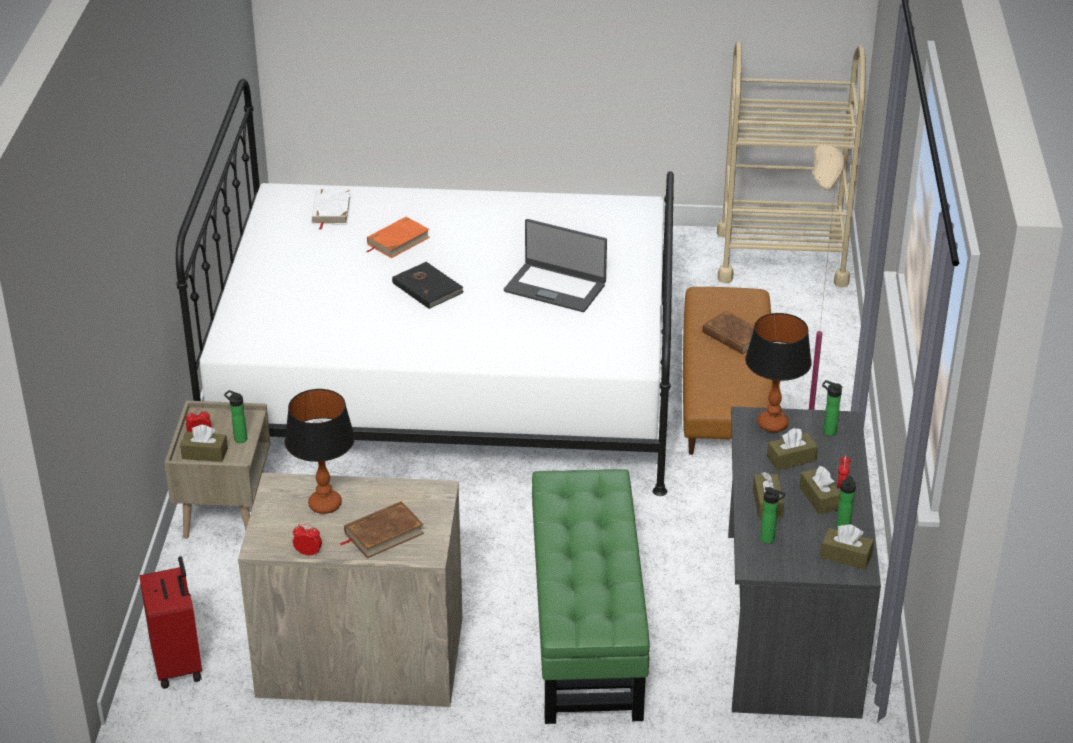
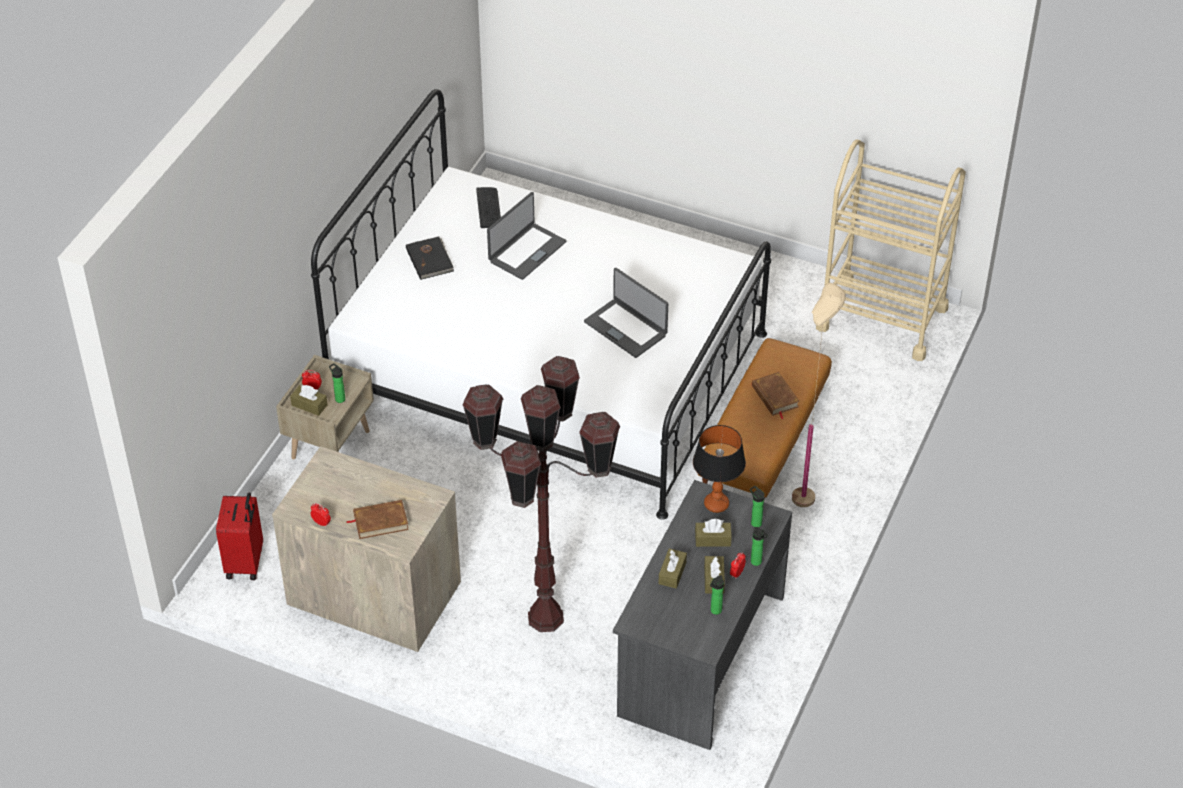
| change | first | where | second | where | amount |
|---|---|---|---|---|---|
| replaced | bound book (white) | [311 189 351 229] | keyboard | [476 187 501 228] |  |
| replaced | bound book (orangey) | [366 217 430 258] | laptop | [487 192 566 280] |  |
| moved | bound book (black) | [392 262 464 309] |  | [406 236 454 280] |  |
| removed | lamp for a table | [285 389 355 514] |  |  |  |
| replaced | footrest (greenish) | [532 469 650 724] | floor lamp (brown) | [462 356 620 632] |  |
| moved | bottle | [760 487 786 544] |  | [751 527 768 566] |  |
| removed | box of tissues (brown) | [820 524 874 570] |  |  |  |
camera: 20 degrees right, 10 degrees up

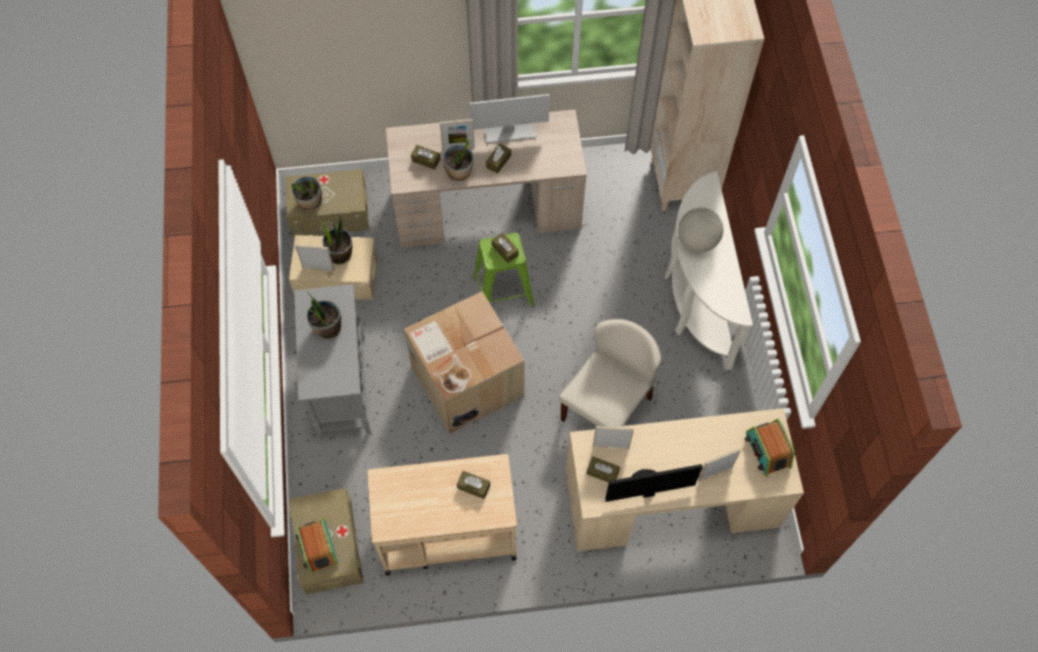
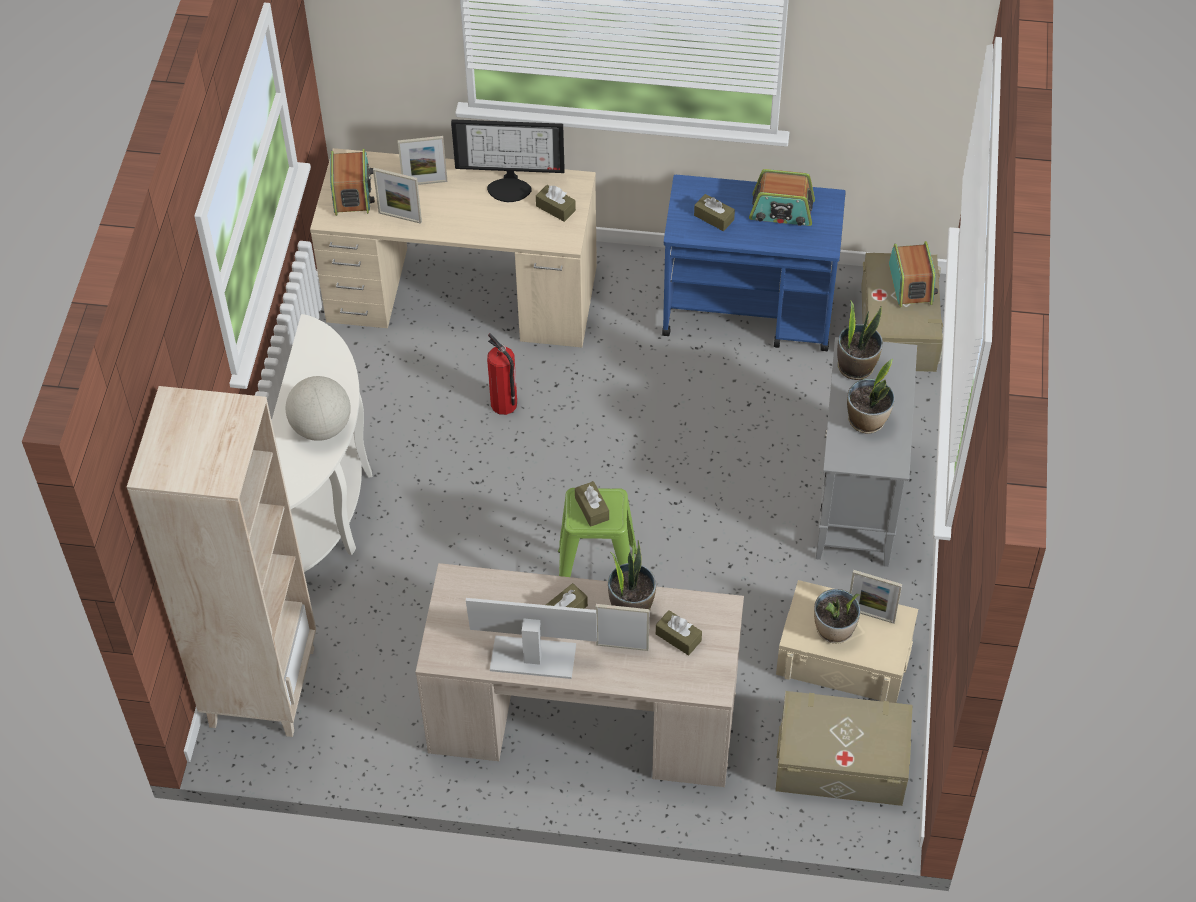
| change | first | where | second | where | amount |
|---|---|---|---|---|---|
| moved | houseplant | [291 176 322 211] |  | [837 300 883 380] |  |
| removed | cardboard box | [404 291 525 434] |  |  |  |
| replaced | upright chair (beige) | [559 319 661 427] | extinguisher | [487 333 517 415] |  |
| moved | picture frame | [593 426 634 449] |  | [373 168 422 224] |  |
| recoloured | trolley (beige) | [367 454 517 575] | trolley (bluish) | [662 175 846 351] |  |
| added |  |  | radio set | [749 169 815 226] |  |
camera: 165 degrees left, 10 degrees down

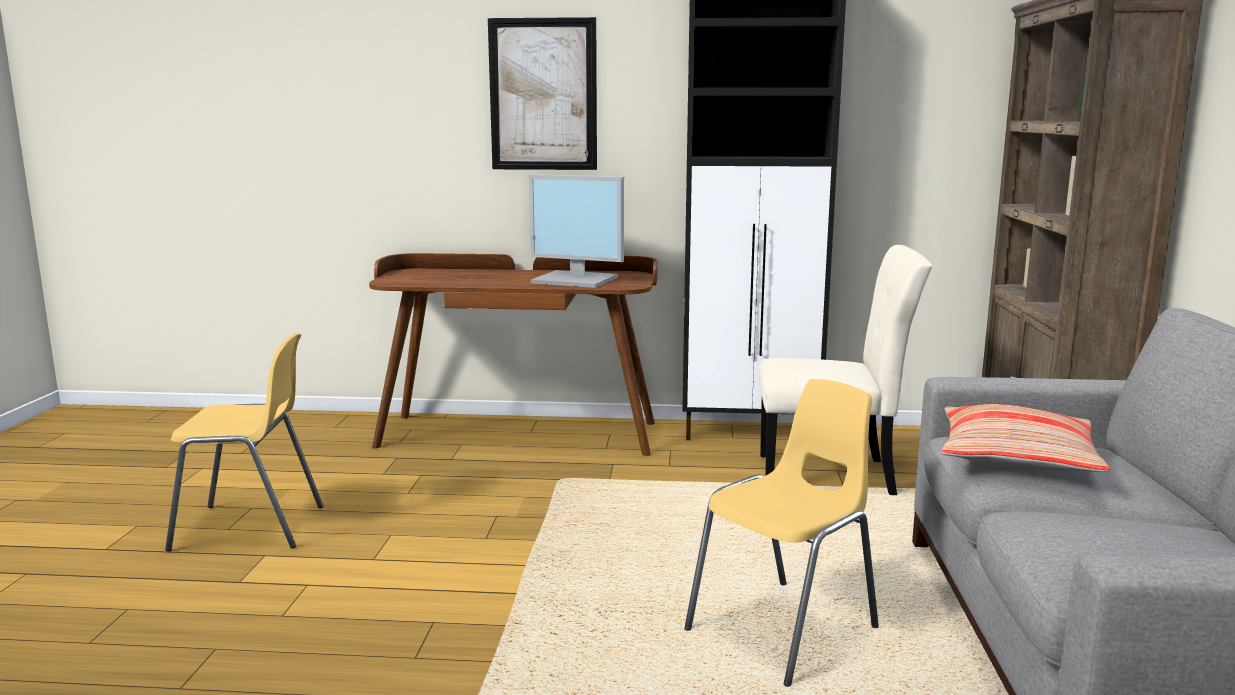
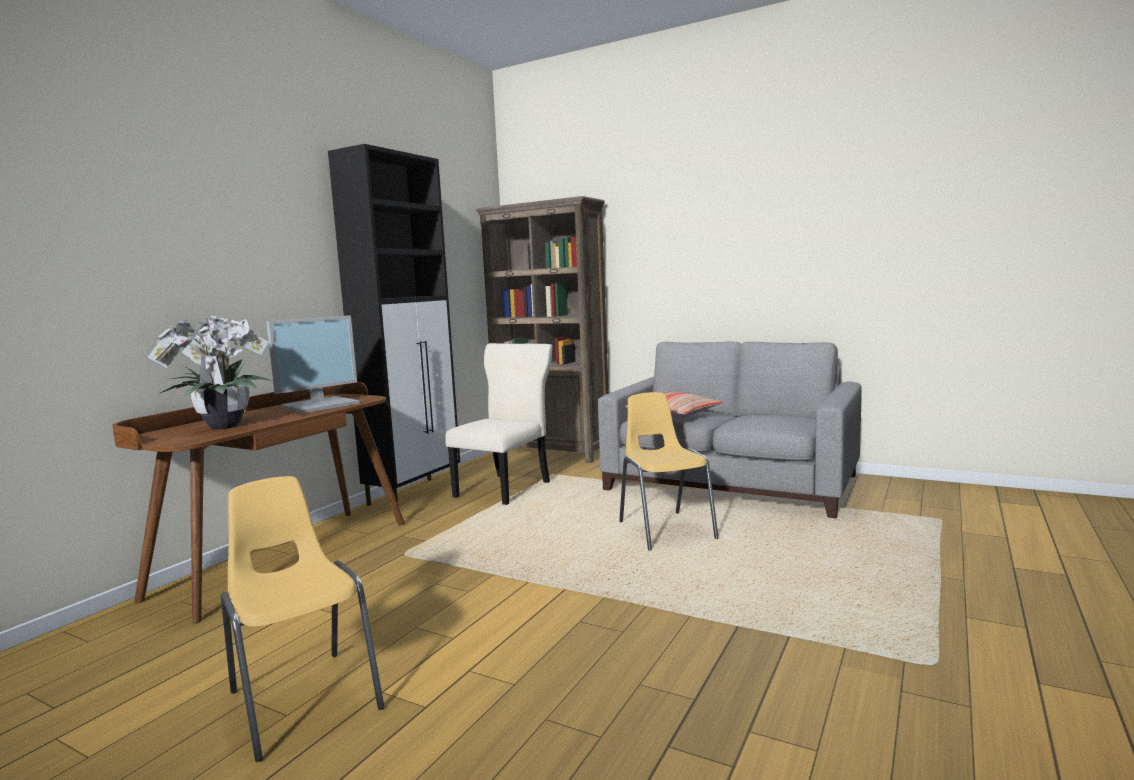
| change | first | where | second | where | amount |
|---|---|---|---|---|---|
| removed | wall picture | [488 17 597 170] |  |  |  |
| turned | upright chair (yellowish) | [165 333 323 552] |  | [221 476 384 762] | 60 degrees counterclockwise |
| added |  |  | houseplant | [147 315 272 429] |  |
camera: 65 degrees left, 5 degrees down

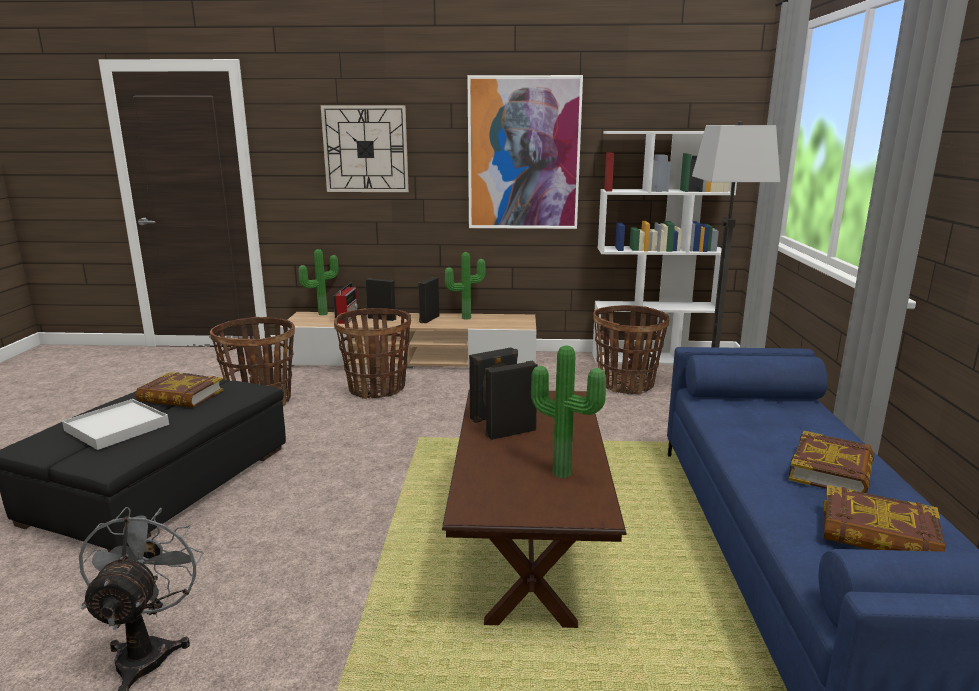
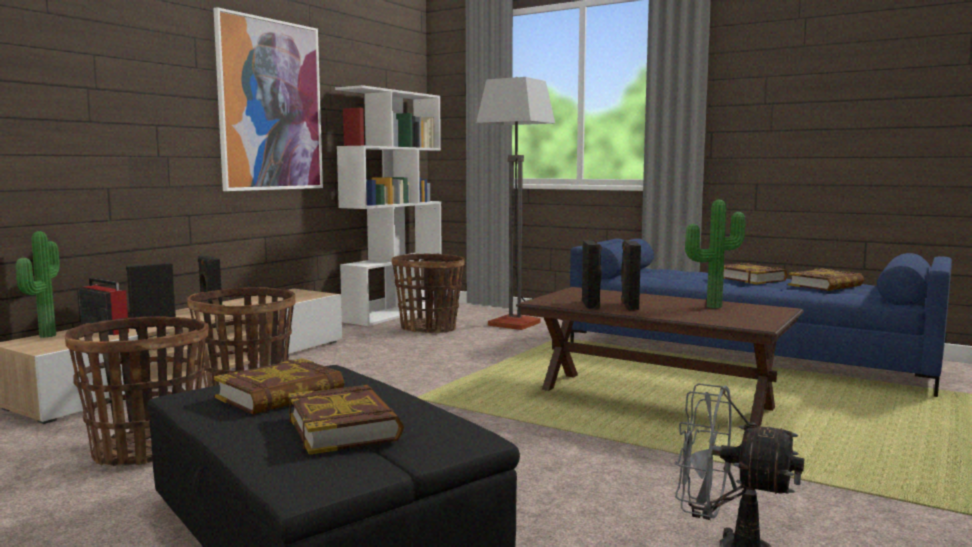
| change | first | where | second | where | amount |
|---|---|---|---|---|---|
| removed | hanging clock | [321 105 409 192] |  |  |  |
| removed | houseplant | [445 252 486 320] |  |  |  |
| replaced | serving tray (white) | [62 399 169 450] | bound book | [288 385 404 455] |  |
camera: 60 degrees left, 10 degrees down

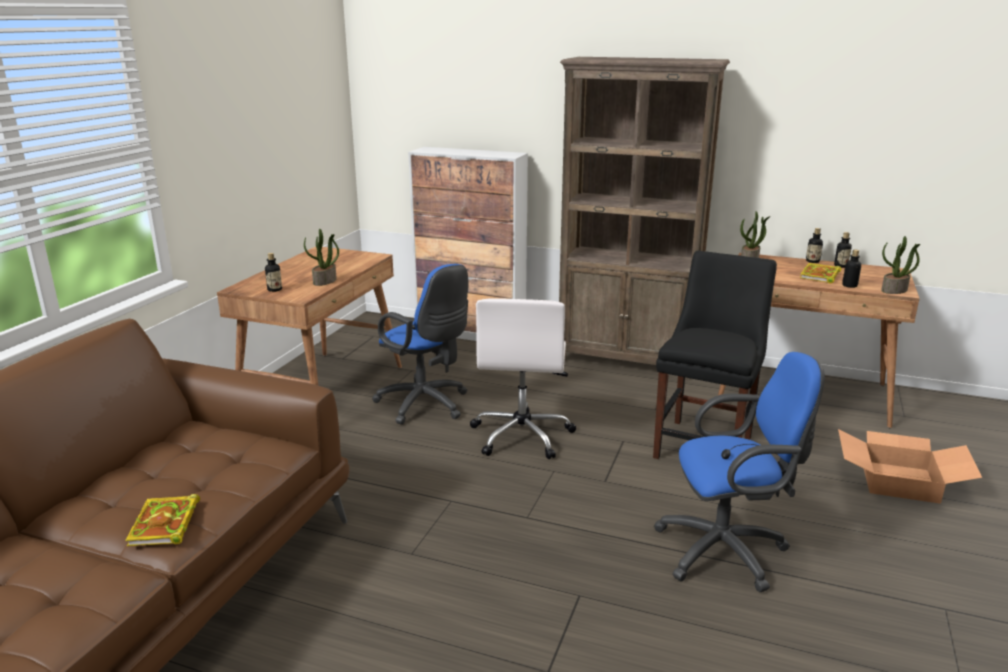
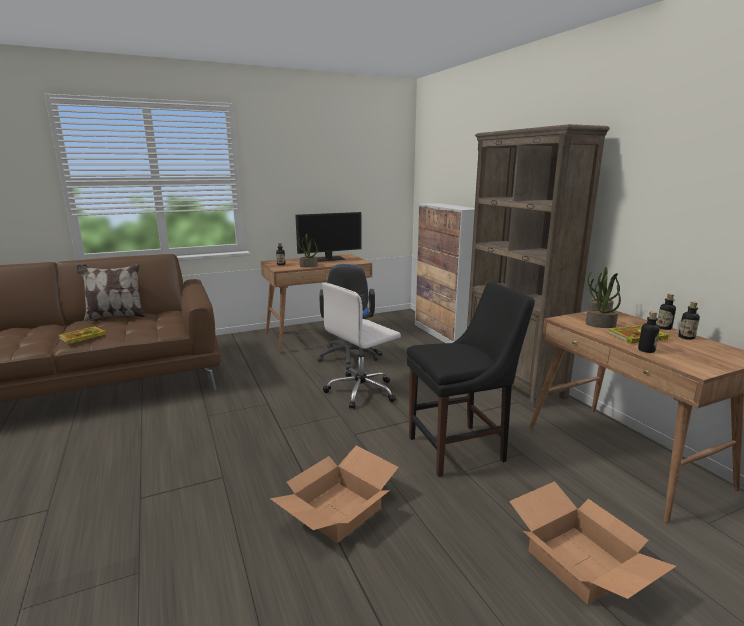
| change | first | where | second | where | amount |
|---|---|---|---|---|---|
| moved | houseplant | [881 236 920 294] |  | [586 275 621 328] |  |
| replaced | desk chair (bluish) | [654 352 825 592] | cardboard box | [270 445 399 543] |  |
| added |  |  | computer screen | [295 212 362 262] |  |
| added |  |  | throw pillow | [77 263 145 322] |  |
camera: 45 degrees right, 5 degrees down

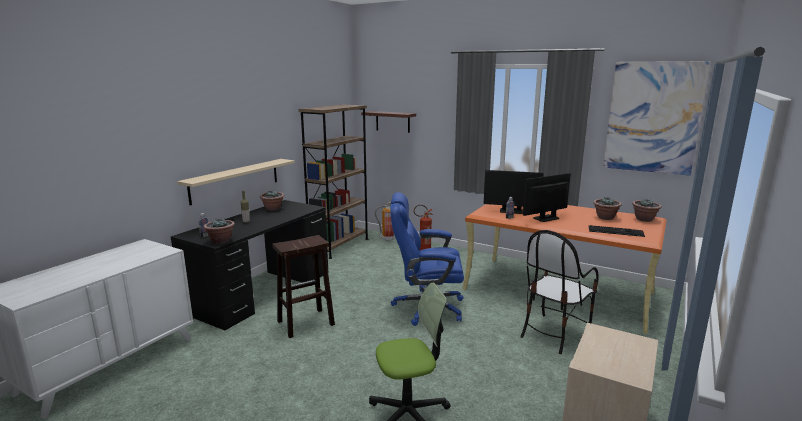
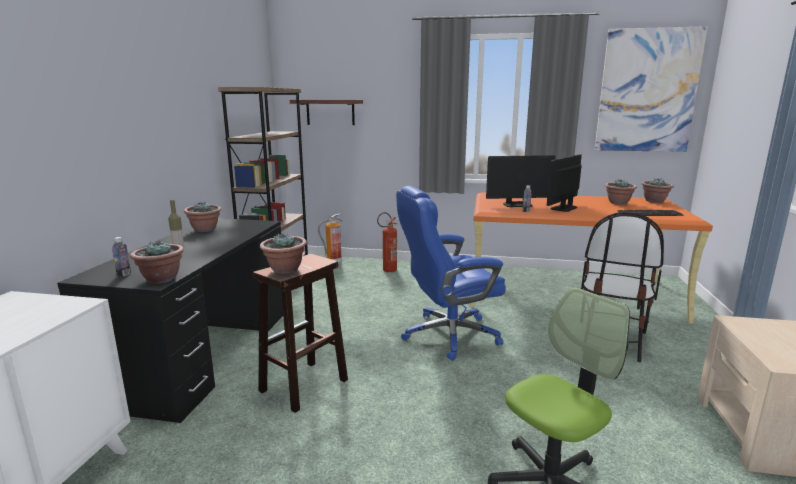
| change | first | where | second | where | amount |
|---|---|---|---|---|---|
| removed | bracket shelf (beige) | [177 159 295 205] |  |  |  |
| added |  |  | houseplant | [260 234 307 274] |  |
camera: 20 degrees left, 0 degrees up

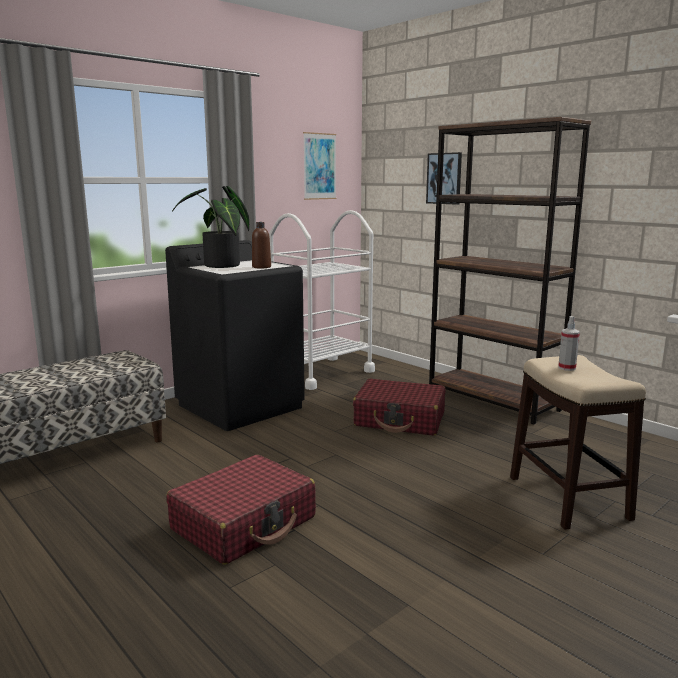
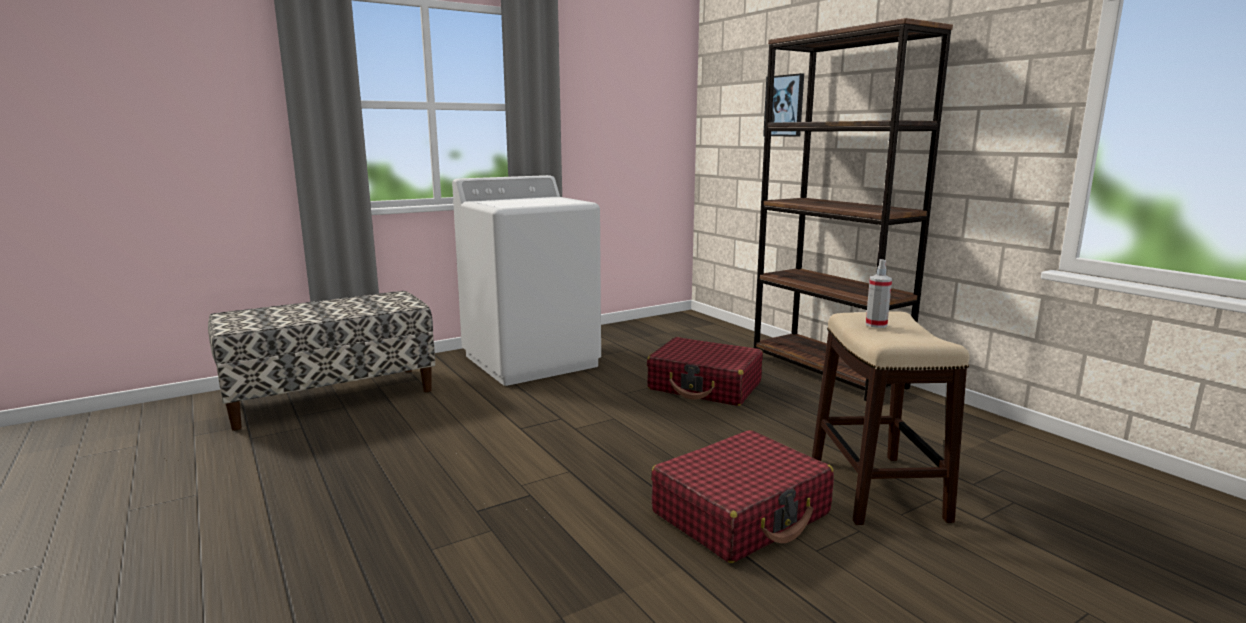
| change | first | where | second | where | amount |
|---|---|---|---|---|---|
| removed | wall picture | [303 132 336 200] |  |  |  |
| removed | houseplant | [172 186 249 268] |  |  |  |
| removed | trolley (white) | [269 210 375 390] |  |  |  |
| removed | bottle (brown) | [252 222 271 269] |  |  |  |
| recoloured | laundry appliance (black) | [165 240 305 431] | laundry appliance (white) | [452 175 601 386] |  |
| moved | travel case (reddish) | [166 455 316 565] |  | [651 430 834 563] |  |
camera: 10 degrees right, 0 degrees up

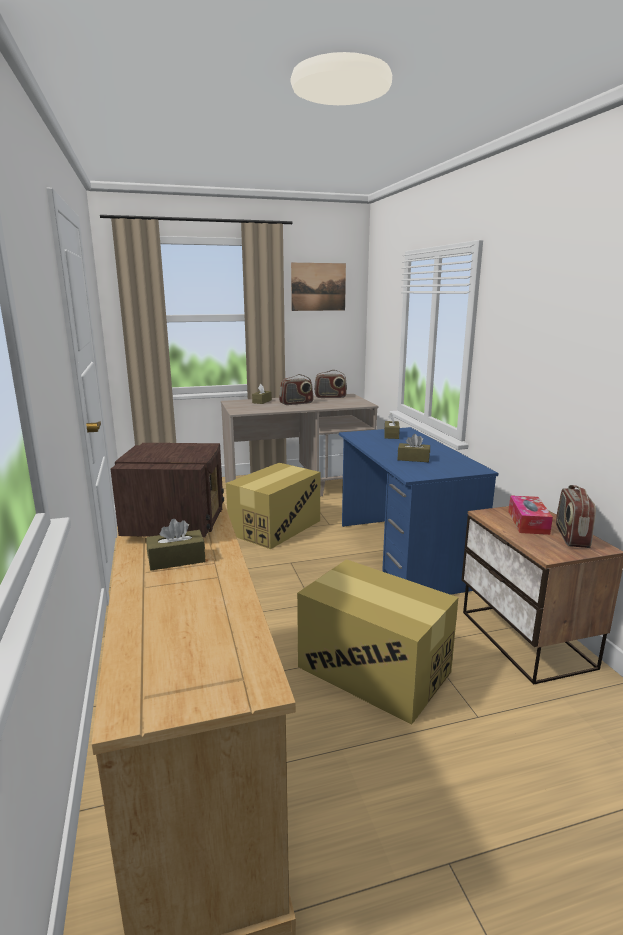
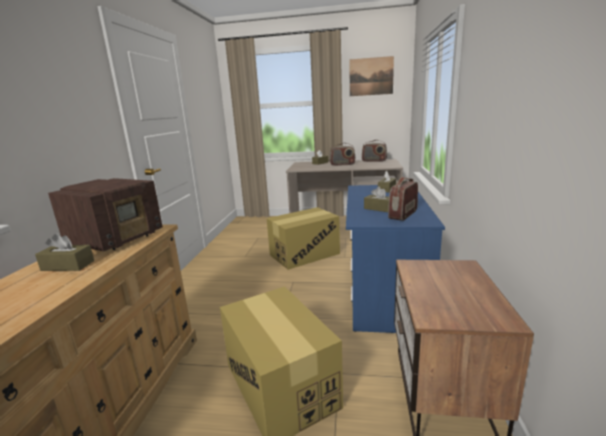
| change | first | where | second | where | amount |
|---|---|---|---|---|---|
| moved | radio set | [556 485 596 548] |  | [388 177 418 221] |  |
| removed | box of tissues | [508 495 553 535] |  |  |  |
camera: 25 degrees right, 0 degrees up

